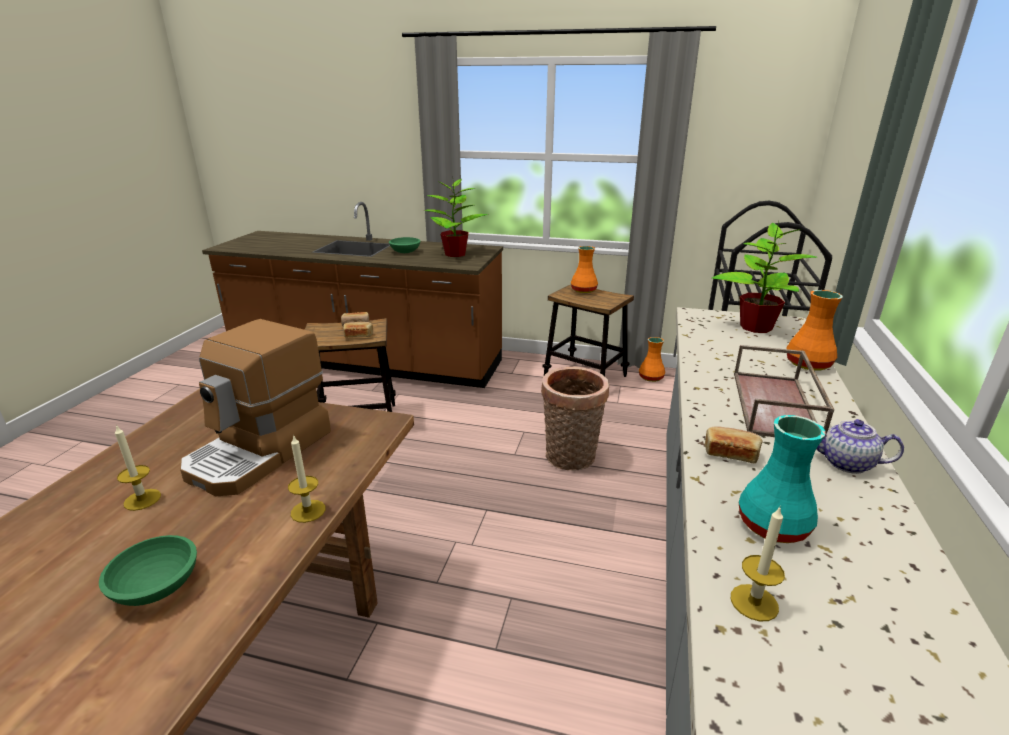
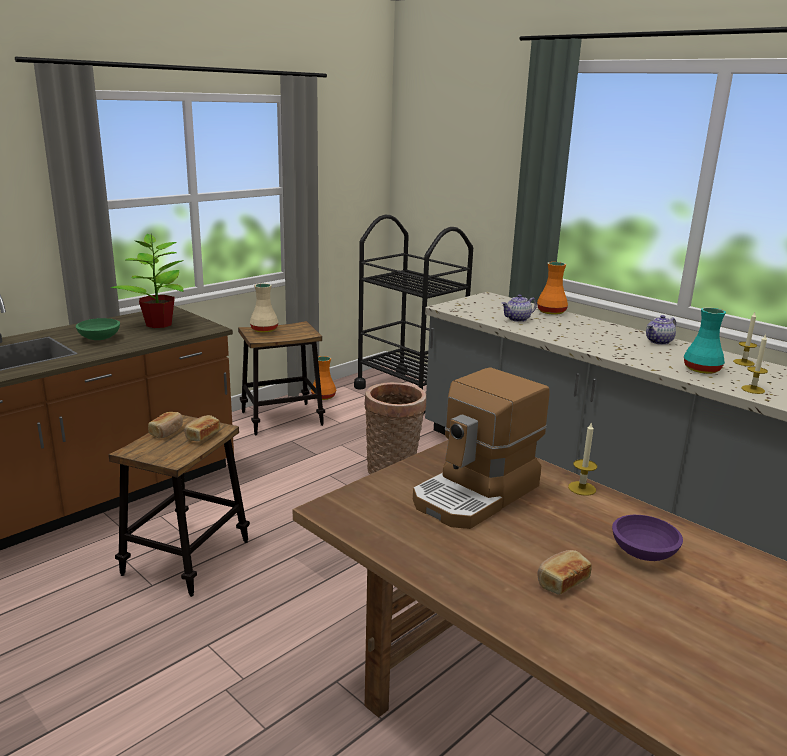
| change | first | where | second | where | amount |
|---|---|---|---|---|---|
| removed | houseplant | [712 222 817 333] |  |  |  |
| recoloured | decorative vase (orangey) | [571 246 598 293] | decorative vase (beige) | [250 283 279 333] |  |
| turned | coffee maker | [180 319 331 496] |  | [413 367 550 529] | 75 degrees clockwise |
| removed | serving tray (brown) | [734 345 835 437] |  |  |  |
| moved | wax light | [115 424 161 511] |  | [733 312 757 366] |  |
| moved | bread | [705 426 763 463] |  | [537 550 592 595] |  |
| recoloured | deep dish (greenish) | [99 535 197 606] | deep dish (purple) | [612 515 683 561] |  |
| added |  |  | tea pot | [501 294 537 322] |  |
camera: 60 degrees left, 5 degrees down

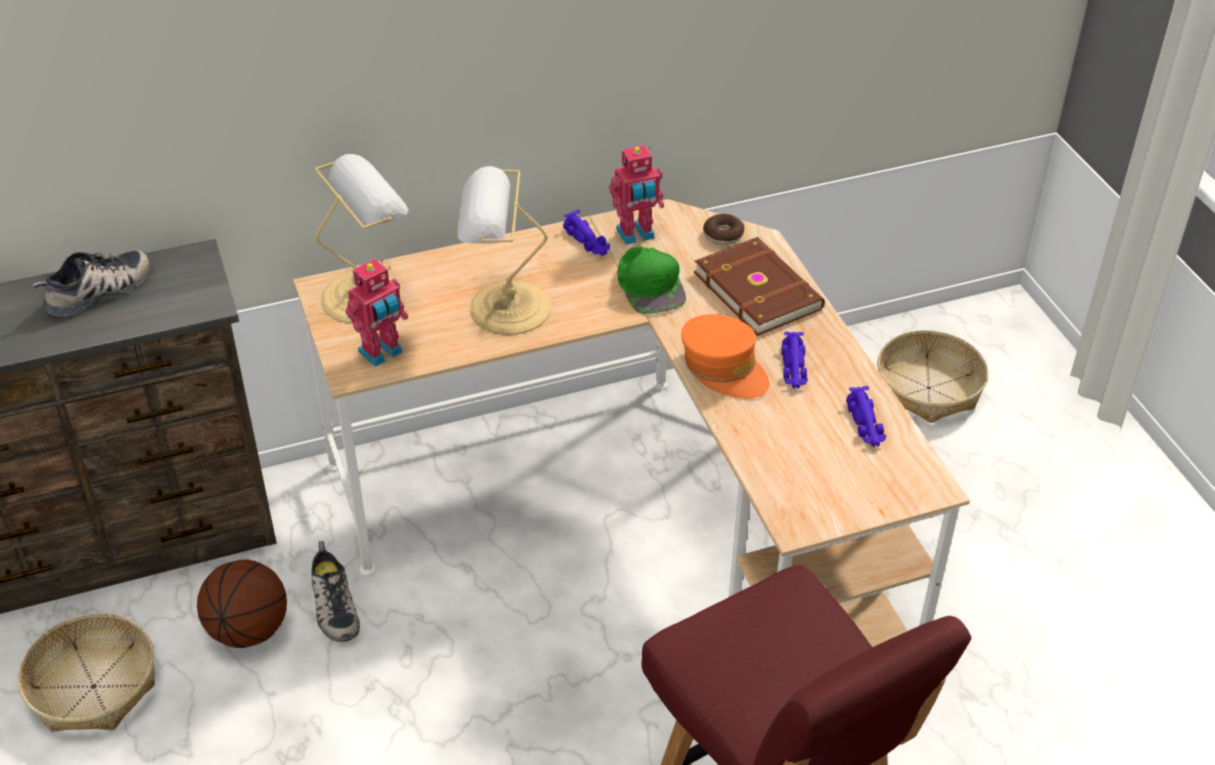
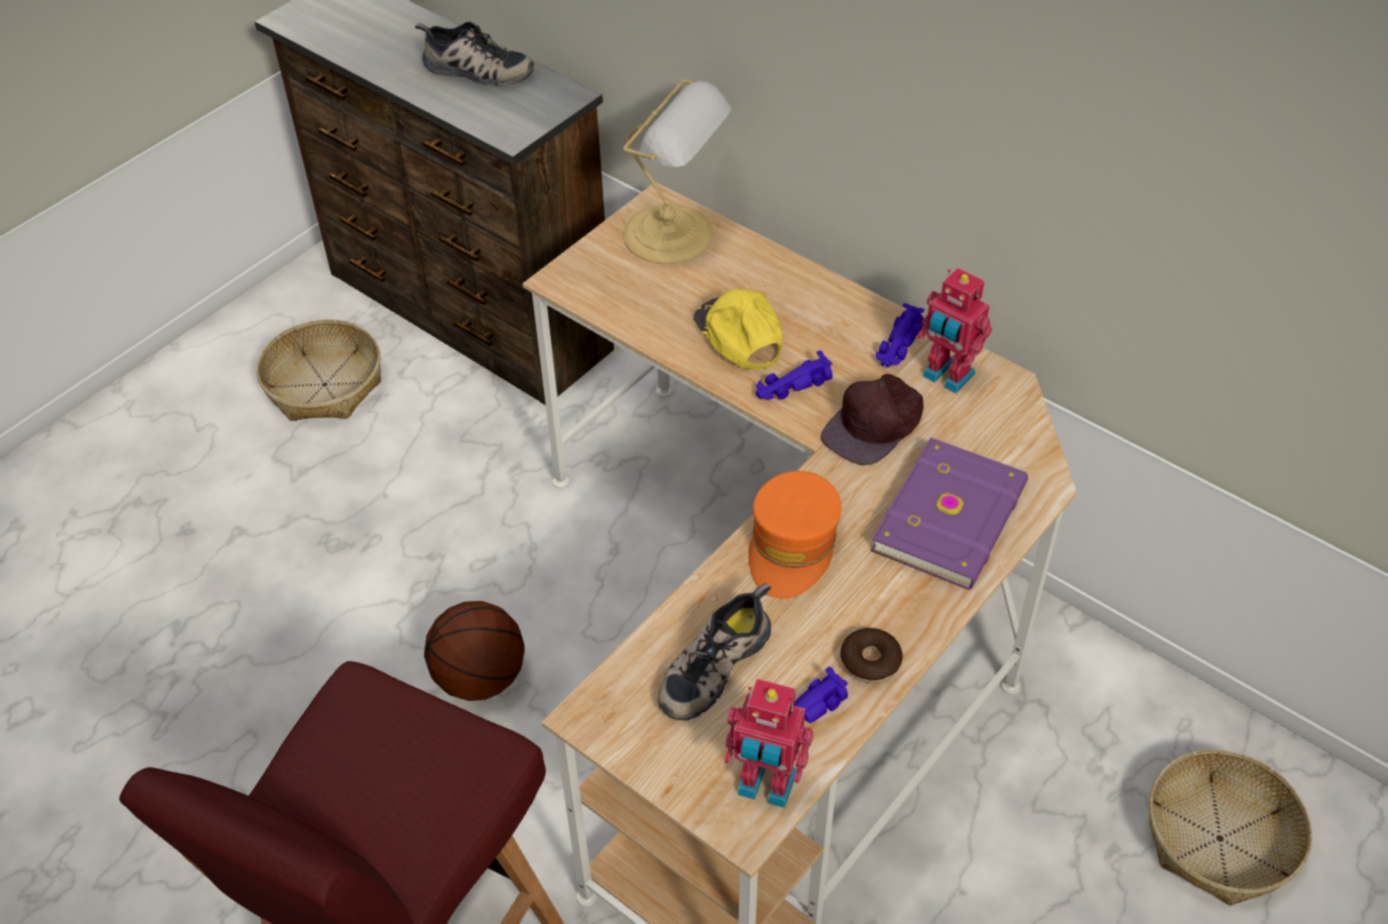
| change | first | where | second | where | amount |
|---|---|---|---|---|---|
| replaced | lamp for a table | [457 166 551 335] | baseball cap (yellowish) | [693 289 782 370] |  |
| moved | ring doughnut | [703 214 744 245] |  | [840 628 903 683] |  |
| recoloured | bound book (brown) | [694 237 825 336] | bound book (purple) | [870 438 1028 590] |  |
| recoloured | baseball cap (greenish) | [617 247 686 314] | baseball cap (brown) | [821 374 924 465] |  |
| moved | robot figure | [345 259 408 367] |  | [724 679 814 808] |  |
| moved | model car (purple) | [781 332 808 389] |  | [756 350 832 400] |  |
| moved | shoe | [311 541 360 642] |  | [658 583 771 721] |  |
| moved | ball for basketball | [197 560 287 648] |  | [424 601 525 701] |  |
camera: 60 degrees right, 5 degrees up

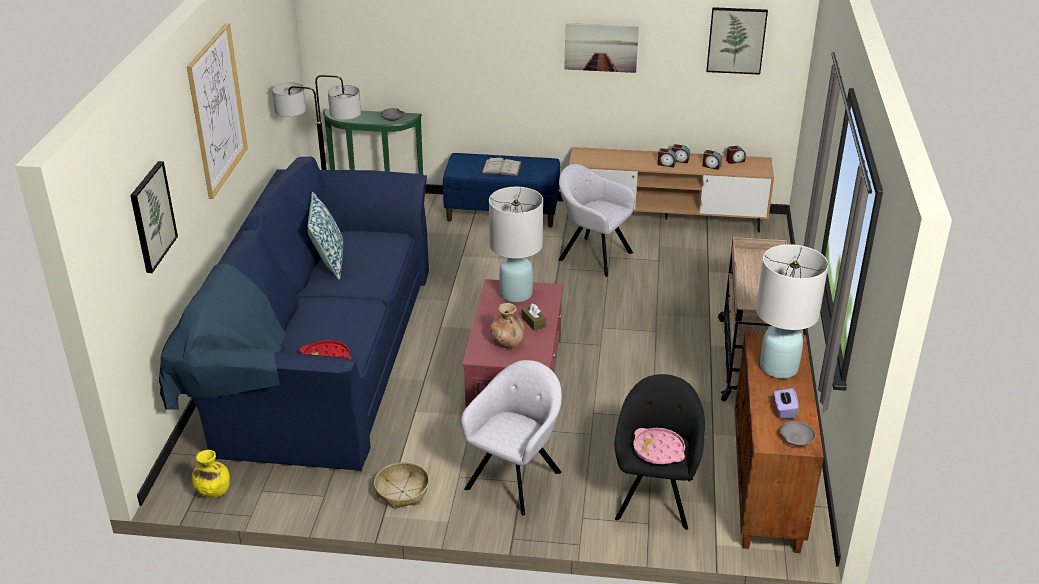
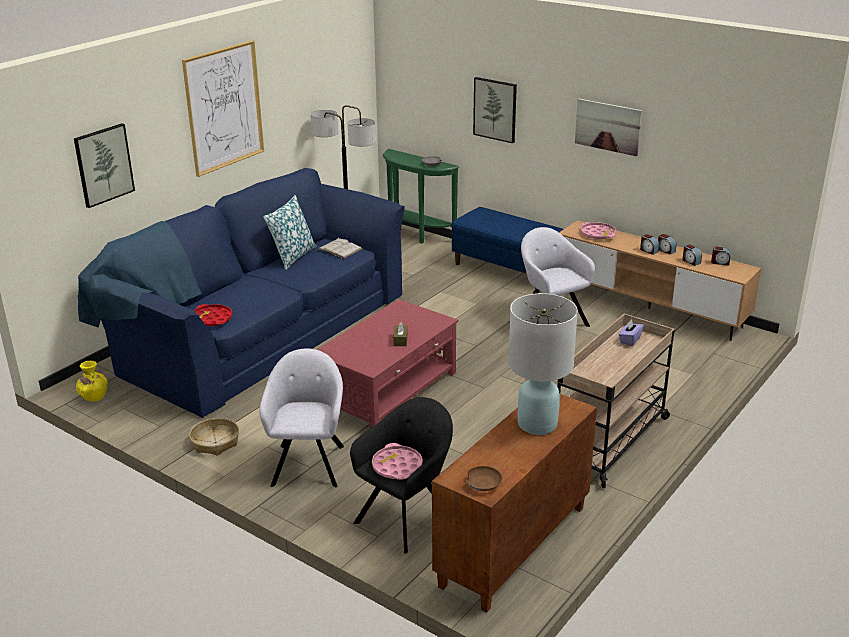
| change | first | where | second | where | amount |
|---|---|---|---|---|---|
| moved | wall picture | [706 7 768 75] |  | [473 77 517 143] |  |
| moved | bound book (white) | [482 157 521 176] |  | [318 238 362 258] |  |
| removed | lamp for a table (white) | [489 187 543 302] |  |  |  |
| removed | decorative vase (brown) | [490 303 525 348] |  |  |  |
| turned | armchair (gray) | [461 360 562 516] |  | [259 348 344 487] | 60 degrees counterclockwise |
| moved | box of tissues (purple) | [774 388 799 419] |  | [619 319 644 346] |  |
| recoloured | deep dish (gray) | [779 421 816 446] | deep dish (brown) | [466 466 502 491] |  |
| added |  |  | serving tray (pinkish) | [581 222 616 240] |  |
camera: 30 degrees right, 5 degrees down

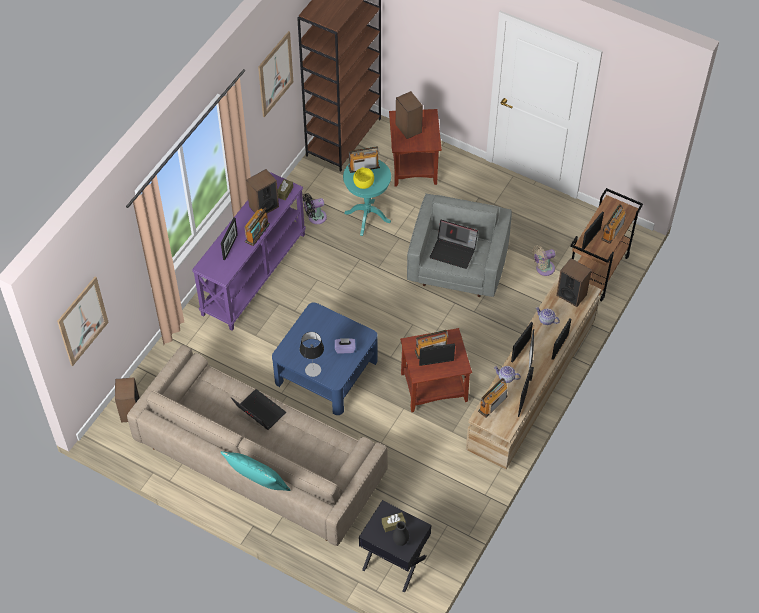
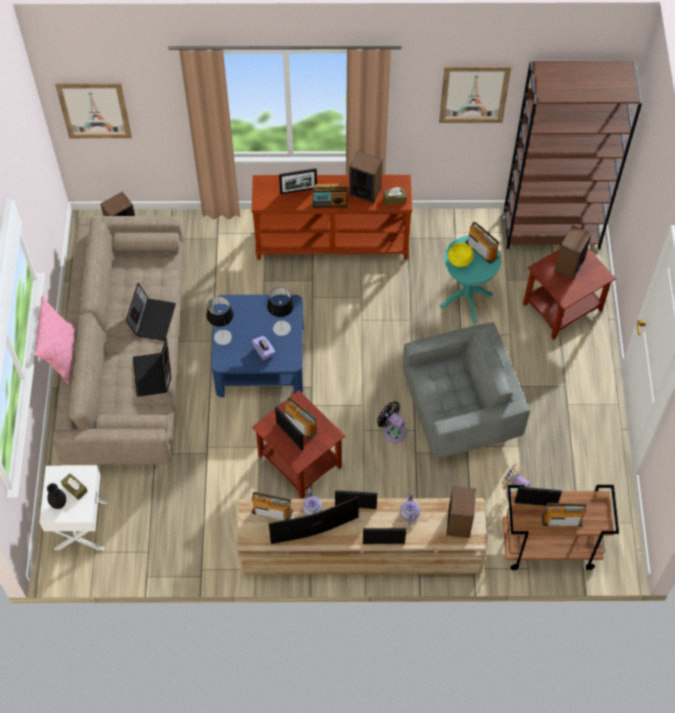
| change | first | where | second | where | amount |
|---|---|---|---|---|---|
| recoloured | narrow table (purple) | [192 172 306 331] | narrow table (brown) | [252 175 412 260] |  |
| moved | electric fan (black) | [303 193 327 224] |  | [377 401 406 443] |  |
| moved | laptop | [430 220 478 269] |  | [133 338 171 397] |  |
| recoloured | throw pillow (blue-green) | [221 451 290 491] | throw pillow (pinkish) | [35 295 75 384] |  |
| recoloured | bedside table (black) | [359 500 432 593] | bedside table (white) | [39 466 108 550] |  |
| added |  |  | lamp for a table | [267 287 294 336] |  |
camera: 60 degrees right, 5 degrees up

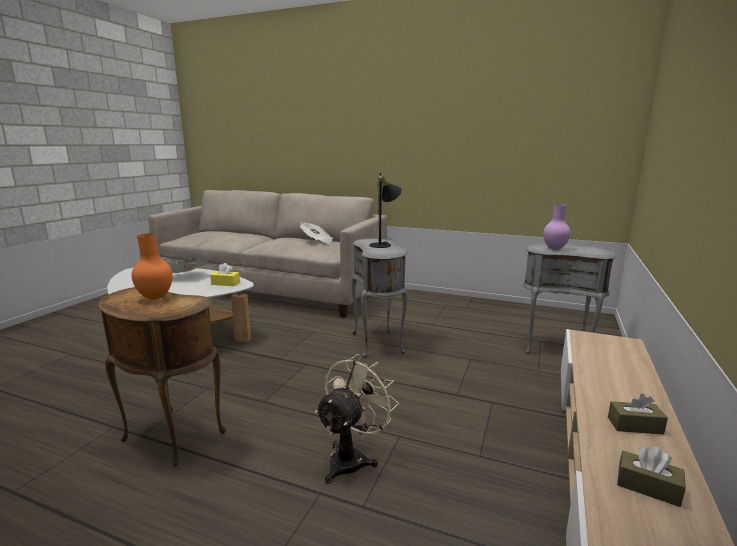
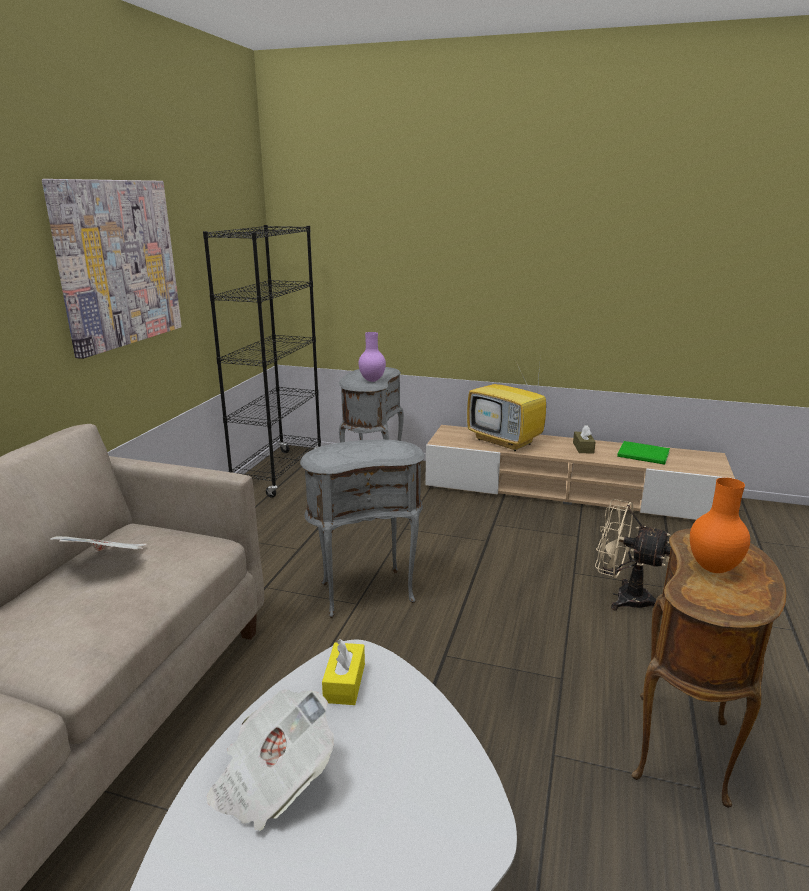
| change | first | where | second | where | amount |
|---|---|---|---|---|---|
| removed | lamp for a table (black) | [369 173 402 248] |  |  |  |
| replaced | box of tissues (brown) | [617 447 686 507] | bound book (greenish) | [617 441 670 465] |  |
| added |  |  | wall picture | [42 179 182 359] |  |
| added |  |  | bookshelf (black) | [203 225 321 498] |  |
| added |  |  | TV | [467 362 546 451] |  |
camera: 95 degrees left, 5 degrees up

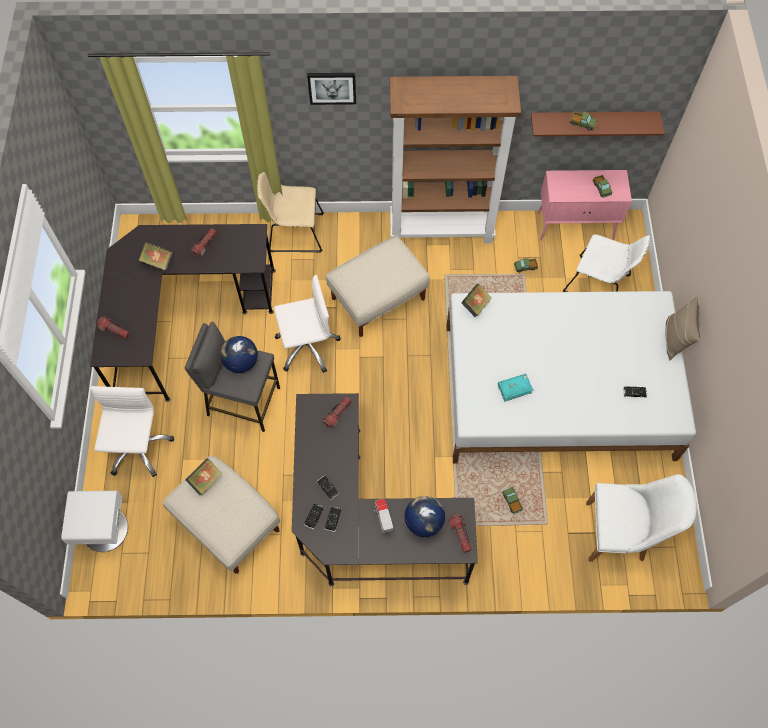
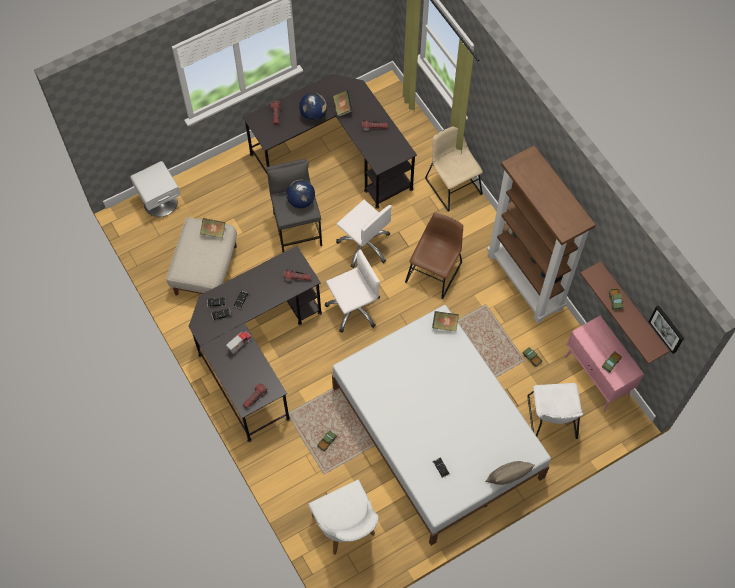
| change | first | where | second | where | amount |
|---|---|---|---|---|---|
| moved | wall picture | [307 73 356 105] |  | [648 305 684 354] |  |
| replaced | footrest (beige) | [326 235 430 337] | upright chair (brown) | [405 212 463 299] |  |
| removed | bound book (blue-green) | [498 374 533 402] |  |  |  |
| moved | desk chair (white) | [91 386 174 477] |  | [325 249 380 333] |  |
| moved | desk globe | [404 496 445 537] |  | [299 93 327 121] |  |
camera: 60 degrees right, 0 degrees up

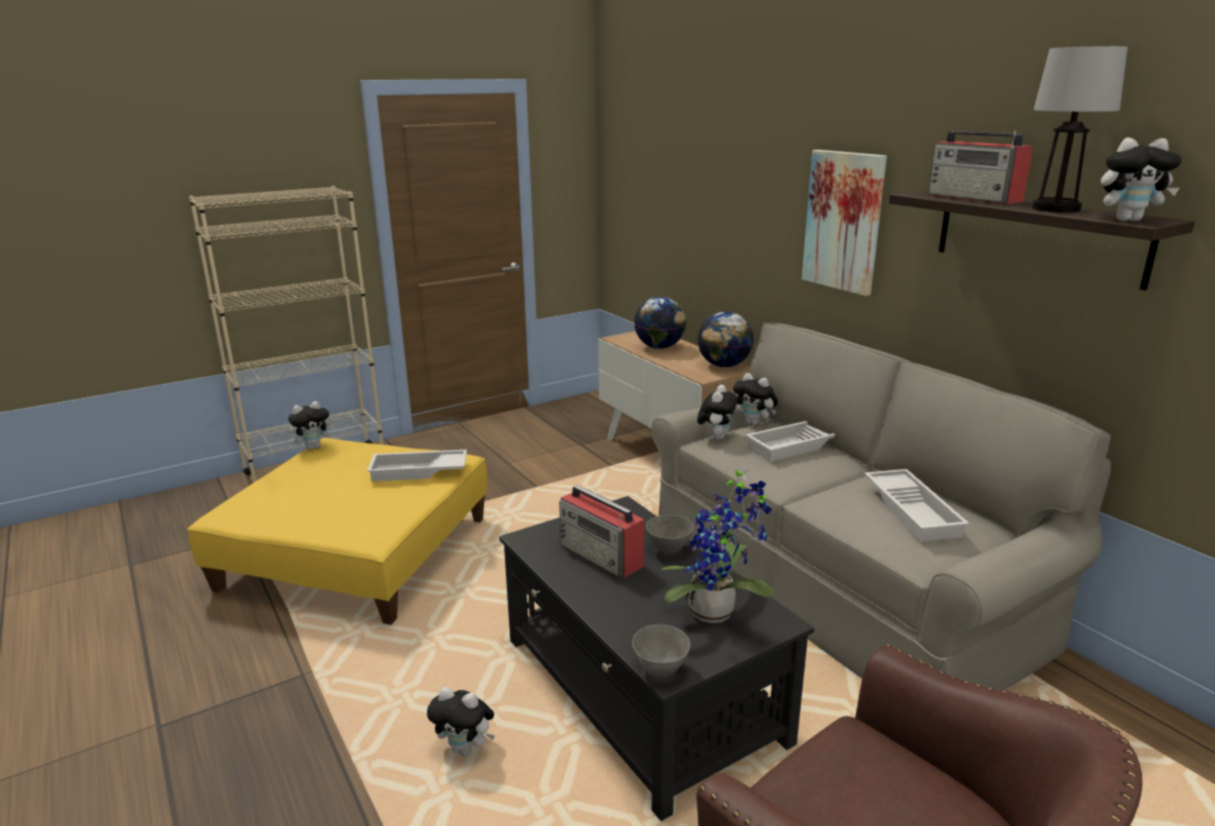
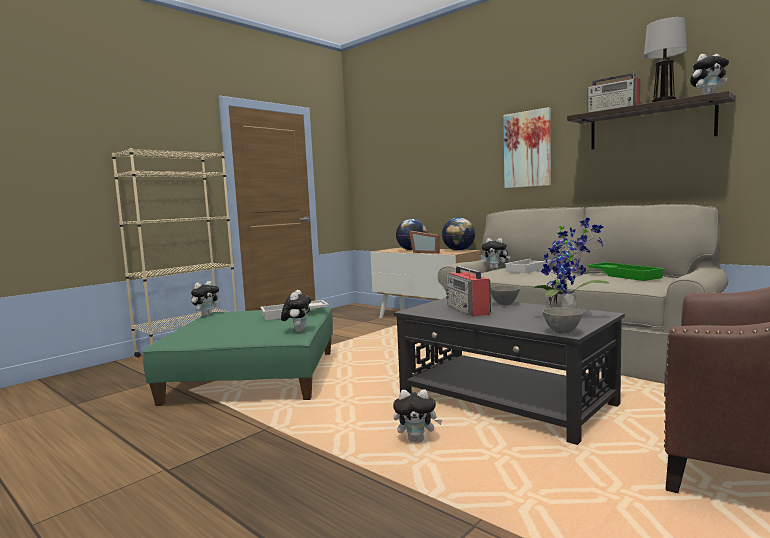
| change | first | where | second | where | amount |
|---|---|---|---|---|---|
| moved | cuddly toy | [697 385 738 440] |  | [281 290 311 332] |  |
| recoloured | footrest (yellowish) | [187 438 487 625] | footrest (greenish) | [143 307 333 406] |  |
| recoloured | serving tray (white) | [864 469 970 542] | serving tray (greenish) | [587 262 665 281] |  |
| turned | radio set | [559 485 644 578] |  | [446 266 491 317] | 45 degrees clockwise |
| added |  |  | picture frame | [409 231 440 254] |  |
camera: 15 degrees left, 15 degrees down

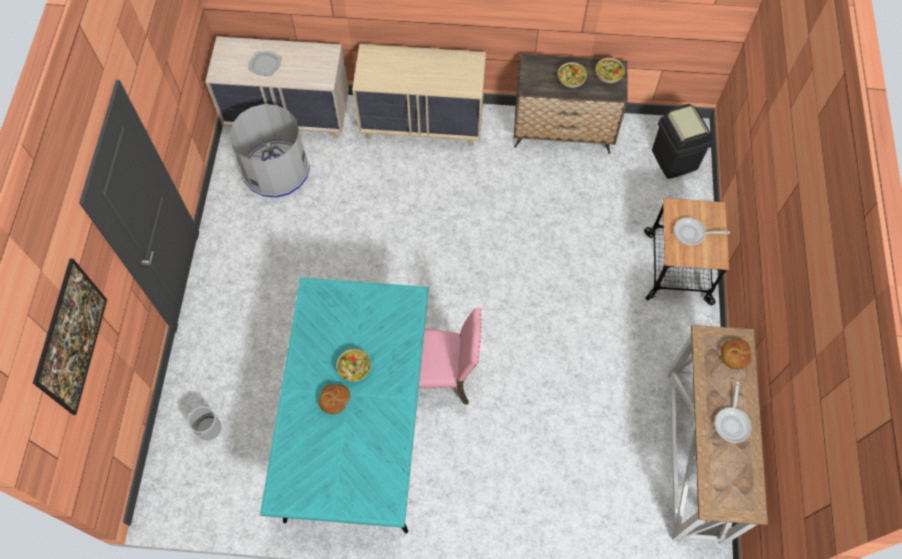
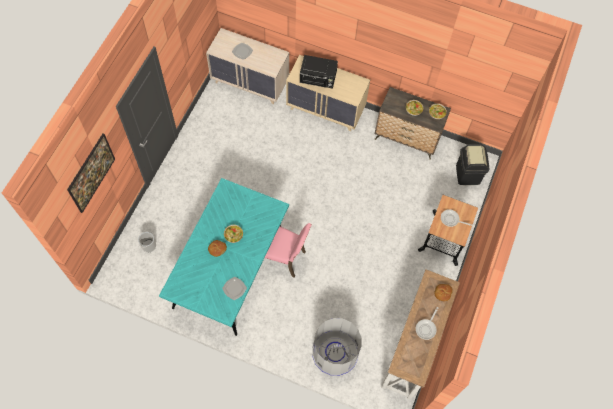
| change | first | where | second | where | amount |
|---|---|---|---|---|---|
| moved | waste bin (gray) | [230 104 310 198] |  | [312 318 361 376] |  |
| added |  |  | microwave oven (black) | [300 55 338 89] |  |
| added |  |  | dinner plate | [222 277 247 300] |  |
camera: 15 degrees right, 0 degrees up

